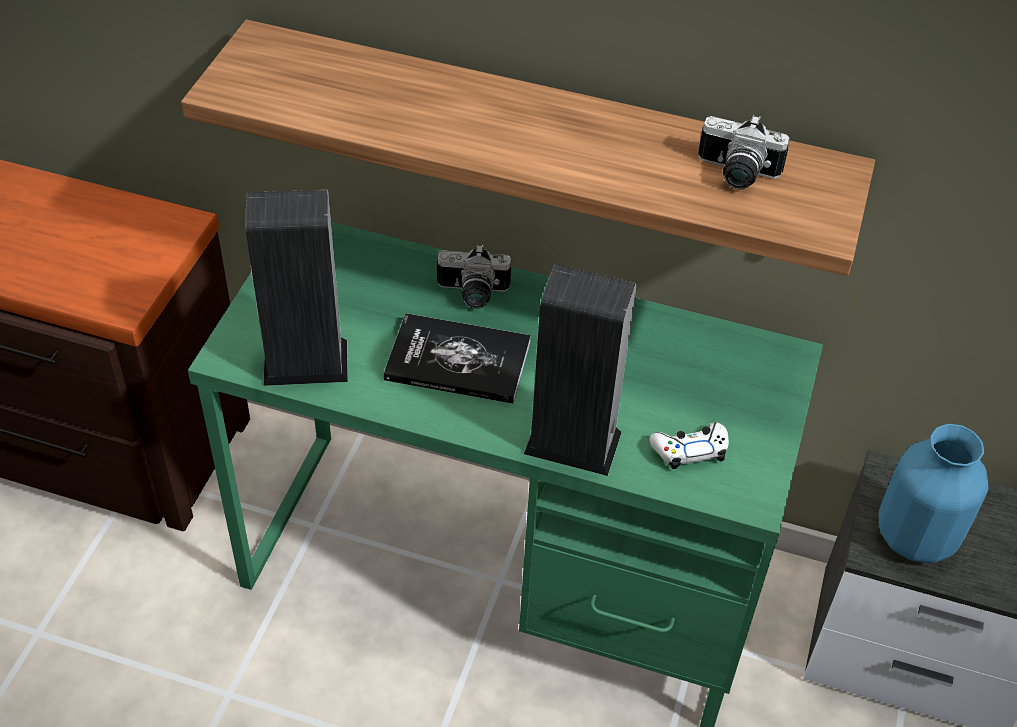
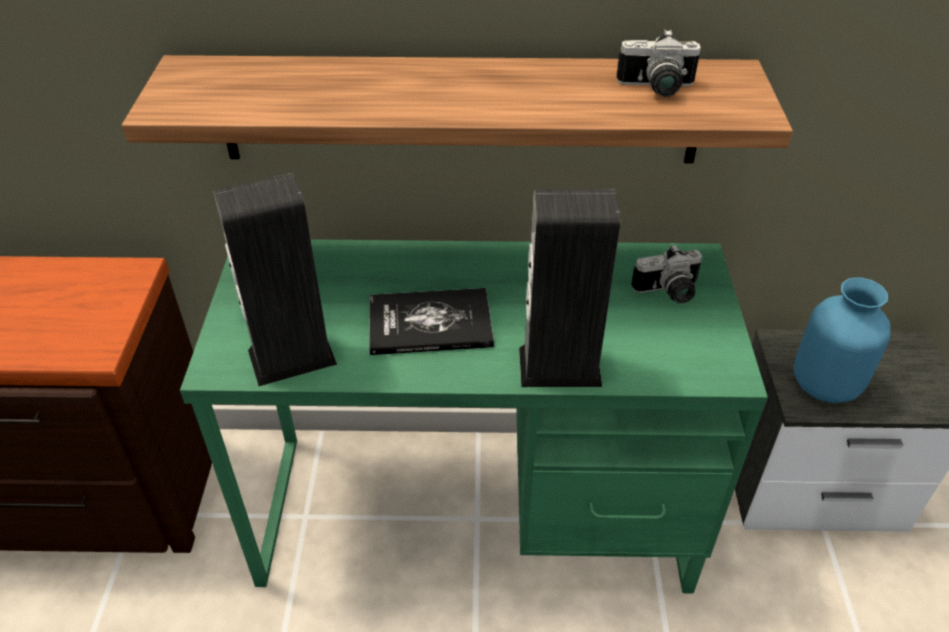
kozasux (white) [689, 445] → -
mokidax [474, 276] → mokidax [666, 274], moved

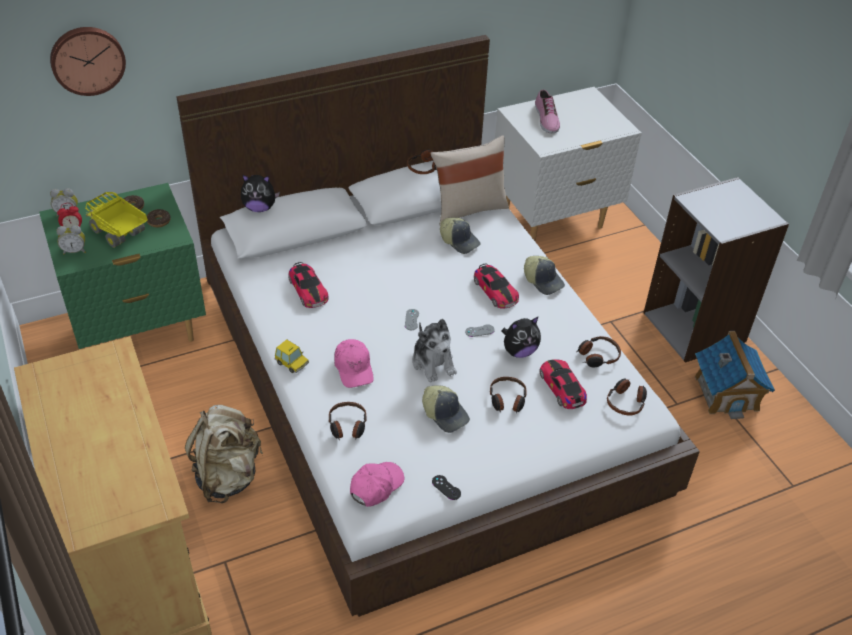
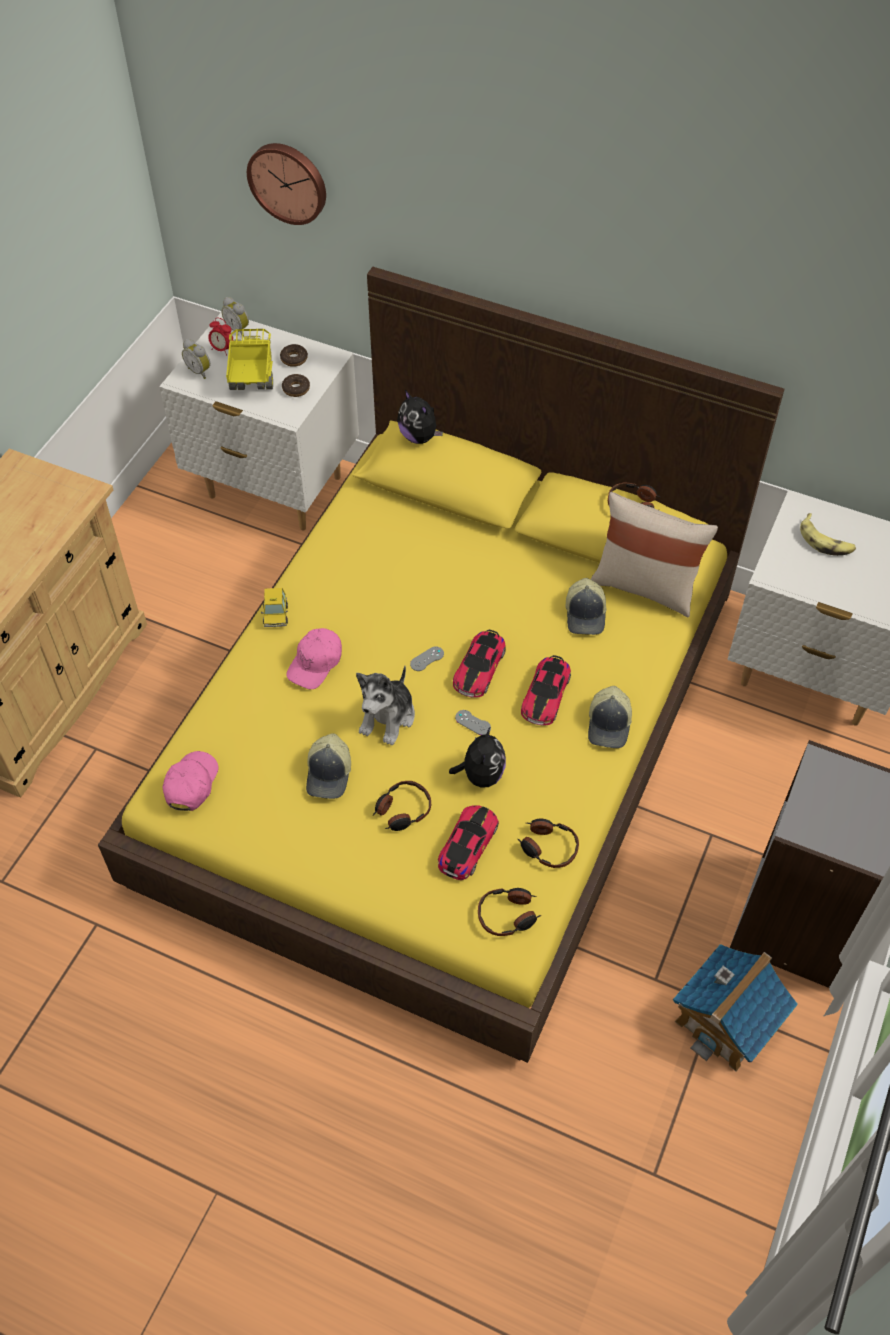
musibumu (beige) [224, 454] → -
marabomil [347, 421] → -
kozasux (black) [446, 487] → -
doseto [308, 285] → doseto [479, 664], moved
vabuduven [547, 111] → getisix [828, 534]
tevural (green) [122, 266] → tevural (white) [259, 421]
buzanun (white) [438, 326] → buzanun (yellow) [441, 665]
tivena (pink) [377, 484] → tivena (pink) [190, 781], 75 degrees counterclockwise
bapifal [521, 337] → bapifal [477, 757], 105 degrees counterclockwise

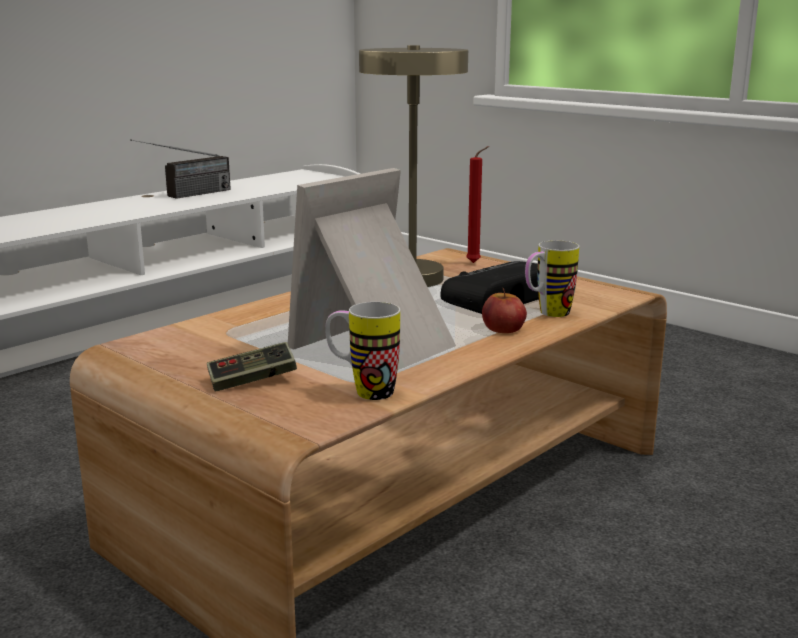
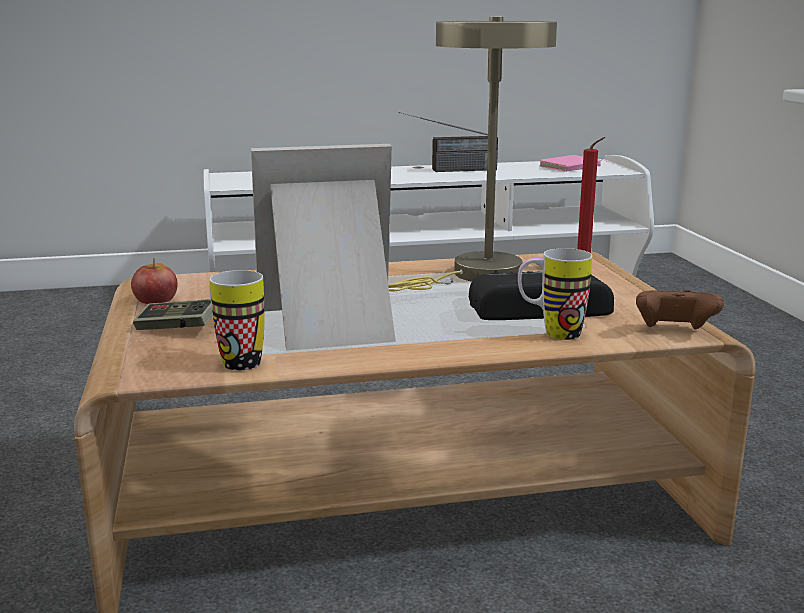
- → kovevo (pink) [574, 163]
- → kozasux (brown) [680, 310]
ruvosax [504, 310] → ruvosax [154, 281], moved

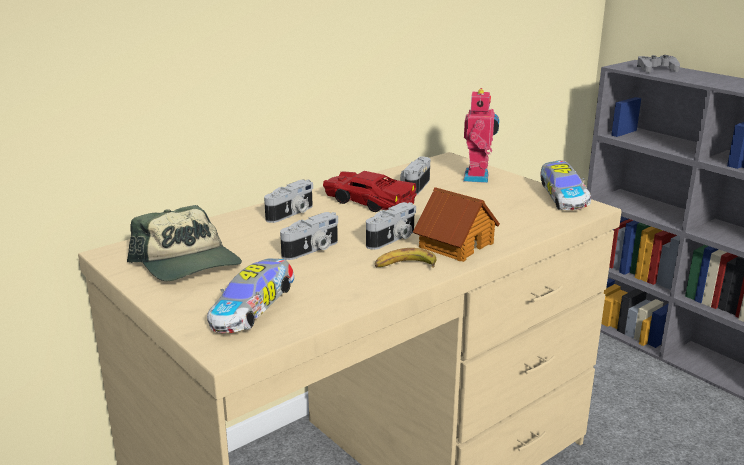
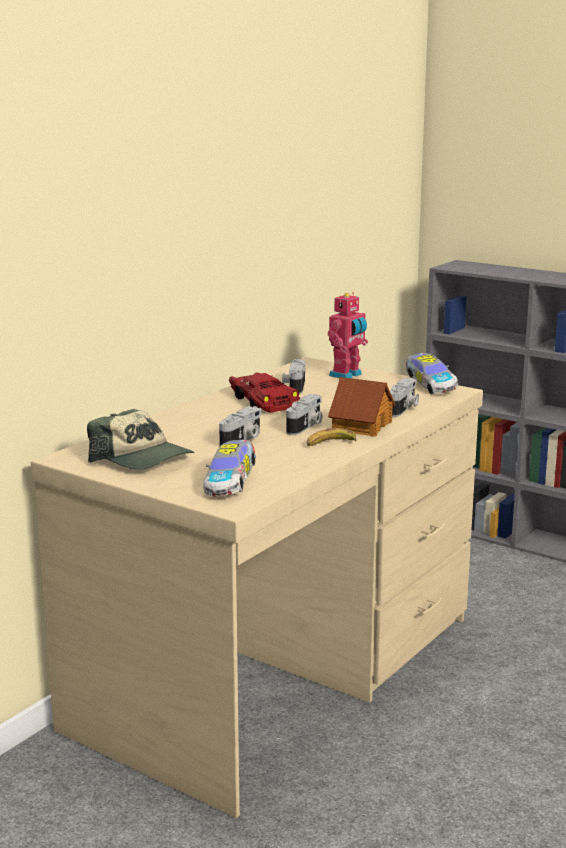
kozasux (grey) [658, 64] → -
mokidax [288, 201] → mokidax [404, 397], moved
doseto (red) [370, 191] → doseto (red) [264, 392], 45 degrees clockwise
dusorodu [481, 135] → dusorodu [348, 335], 45 degrees clockwise

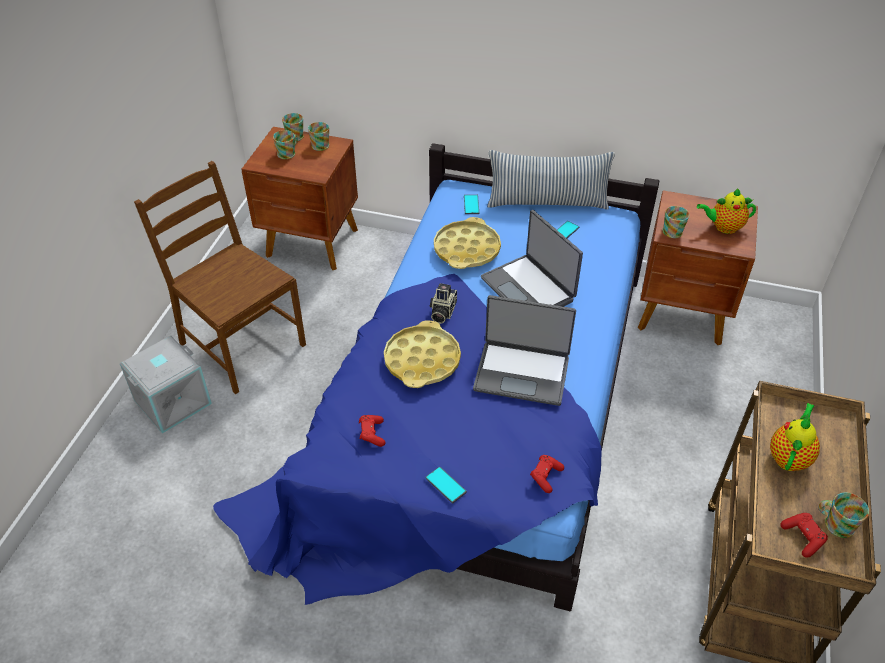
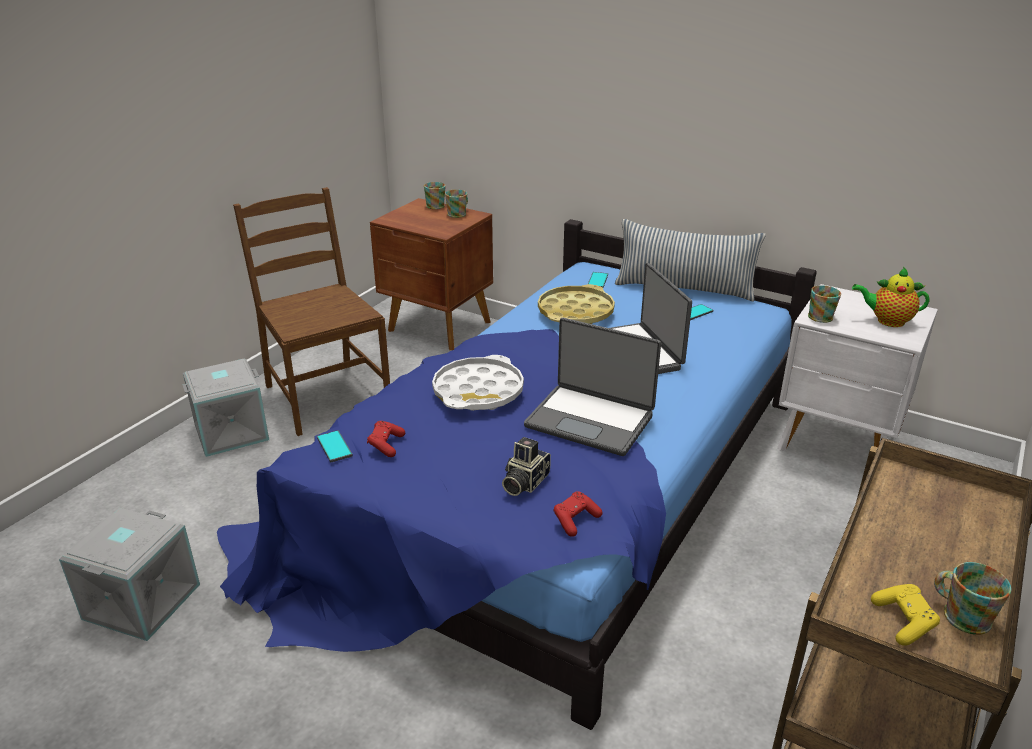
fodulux [285, 144] → -
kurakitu [795, 437] → -
- → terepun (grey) [129, 574]
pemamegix [446, 485] → pemamegix [335, 446], moved
mokidax [443, 303] → mokidax [526, 466], moved
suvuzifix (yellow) [422, 354] → suvuzifix (white) [478, 383]
tevural (brown) [698, 268] → tevural (white) [857, 367]
kozasux (red) [804, 535] → kozasux (yellow) [905, 615]

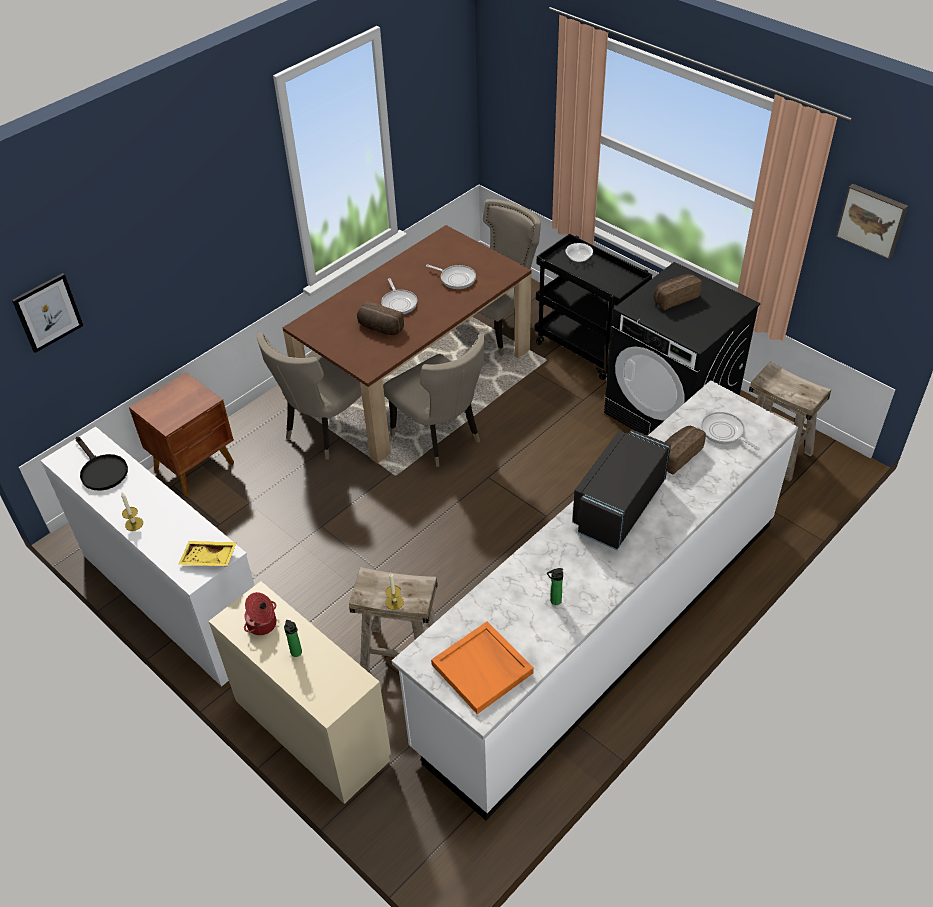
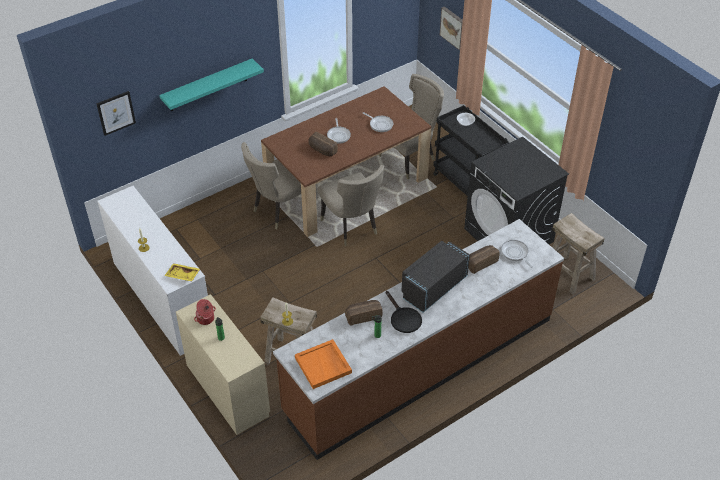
tevural (brown) [181, 434] → -
- → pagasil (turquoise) [211, 84]
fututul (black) [101, 464] → fututul (black) [404, 312], moved
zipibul [677, 292] → zipibul [364, 313], moved
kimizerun [872, 221] → kimizerun [451, 28], moved
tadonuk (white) [595, 600] → tadonuk (brown) [418, 339]

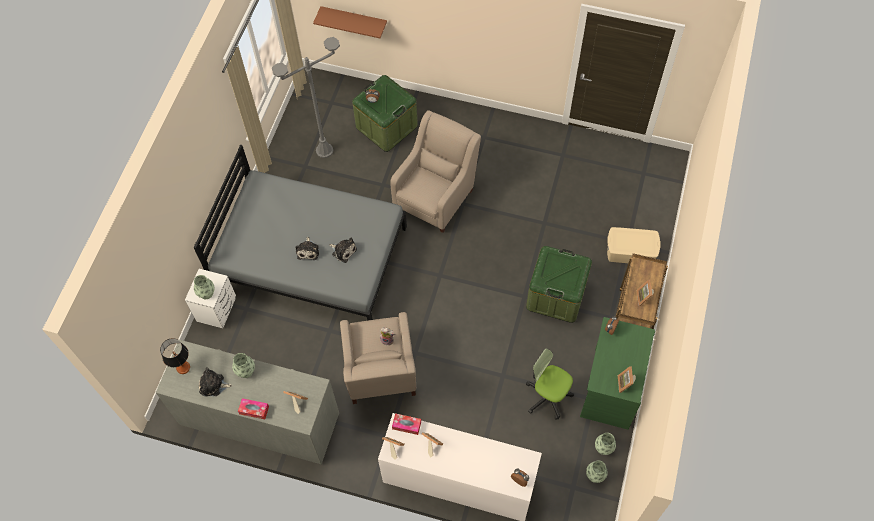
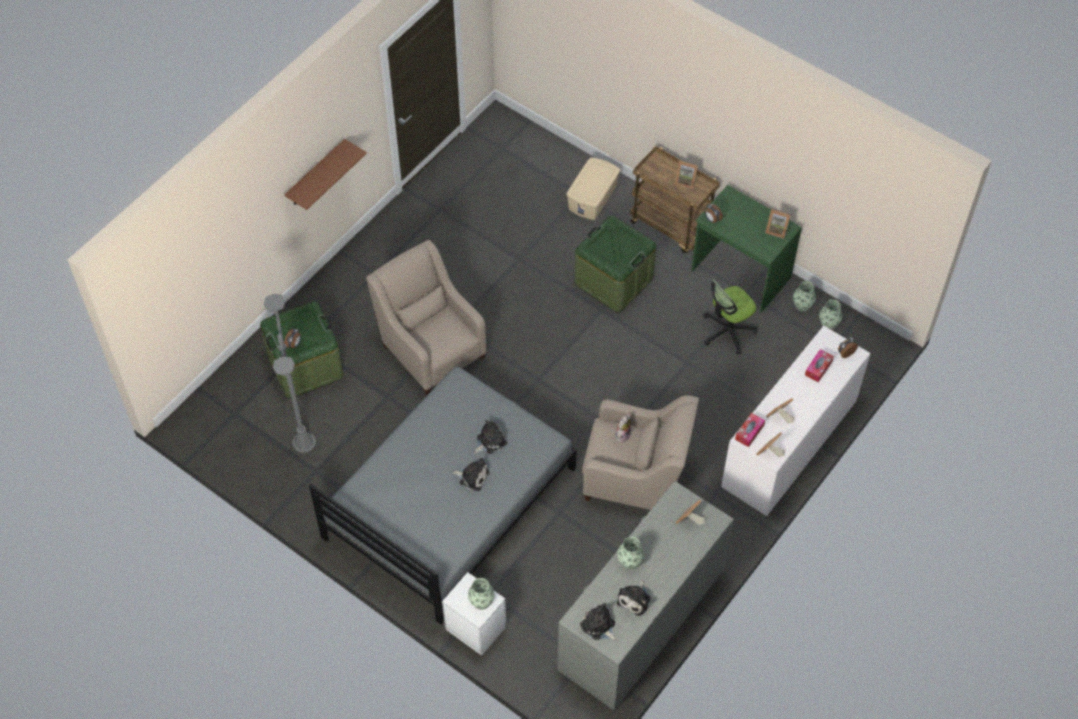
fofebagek [253, 408] → fofebagek [819, 365], moved
pagasil (brown) [350, 22] → pagasil (brown) [325, 174], moved
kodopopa [175, 356] → bapifal [599, 621]

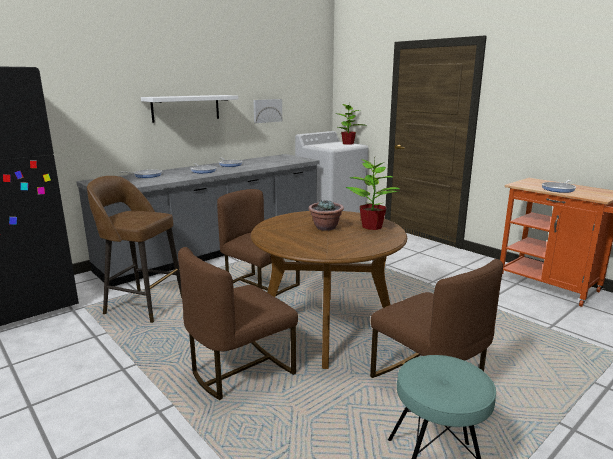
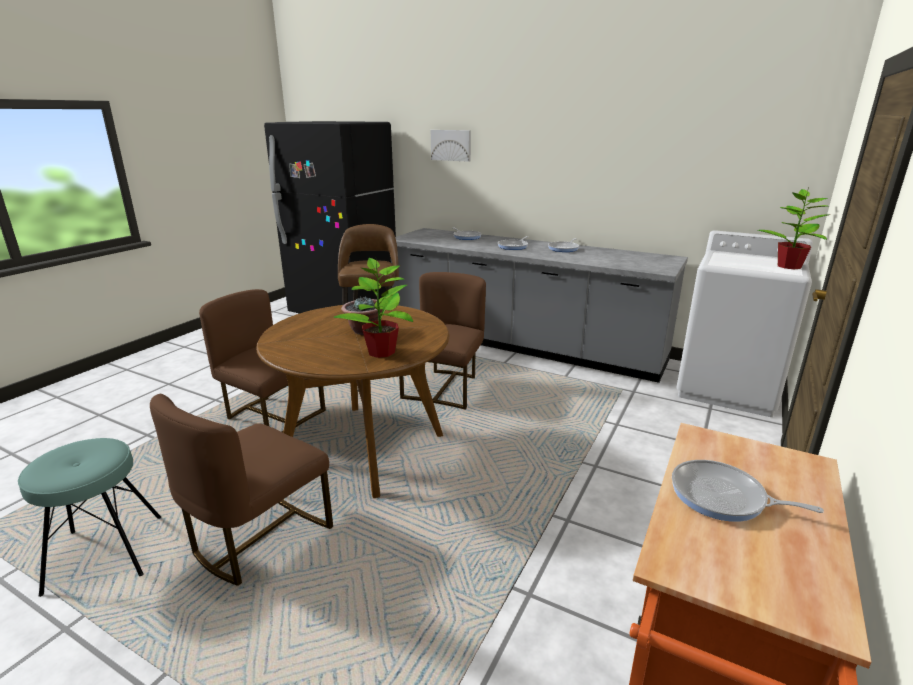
pagasil (white) [189, 109] → -
kimizerun [267, 111] → kimizerun [451, 146], moved

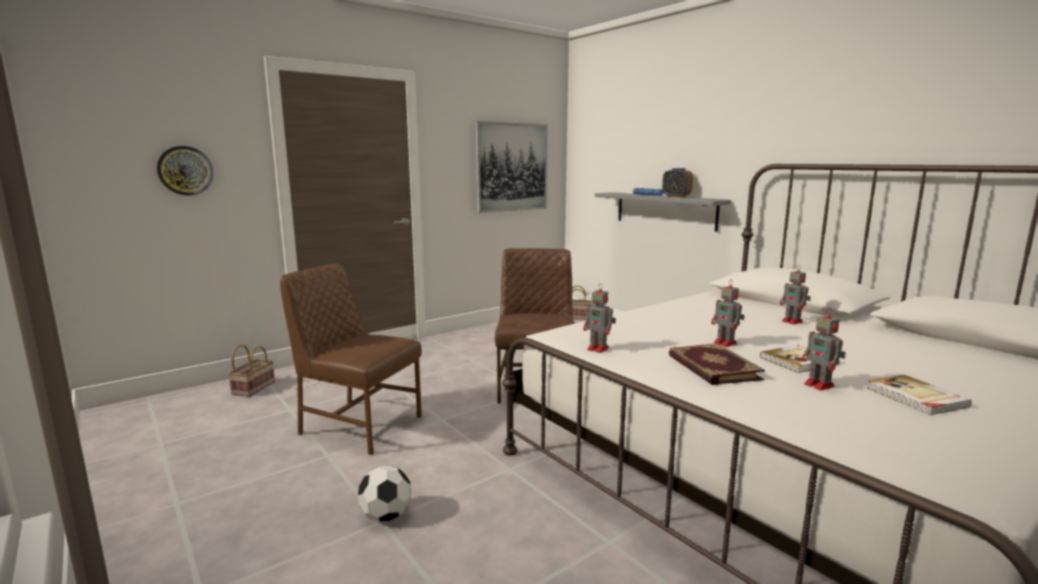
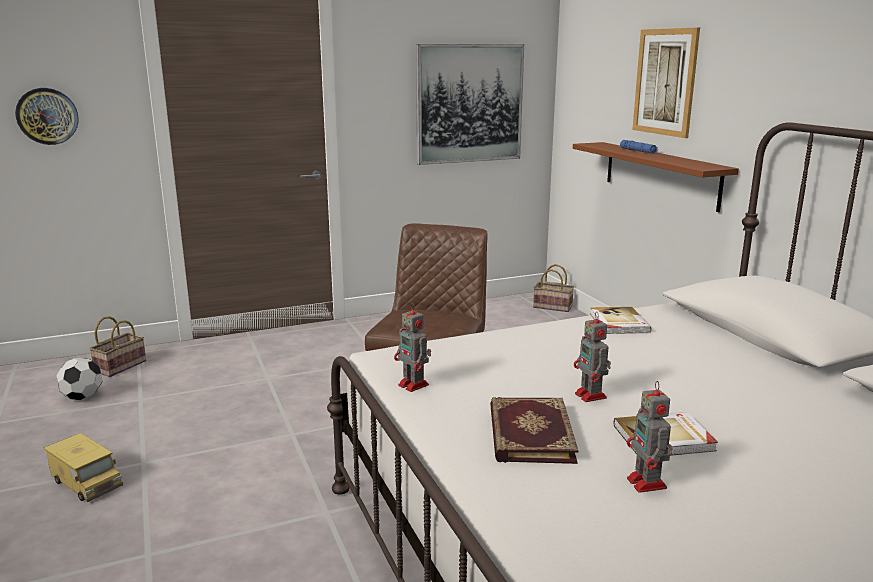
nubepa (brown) [351, 359] → -
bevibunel [677, 183] → -
dusorodu [795, 295] → -
- → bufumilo [83, 467]
- → kimizerun [666, 82]
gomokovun [384, 494] → gomokovun [79, 379], moved
kovevo [919, 394] → kovevo [620, 320], moved
pagasil (grey) [663, 212] → pagasil (brown) [656, 177]

